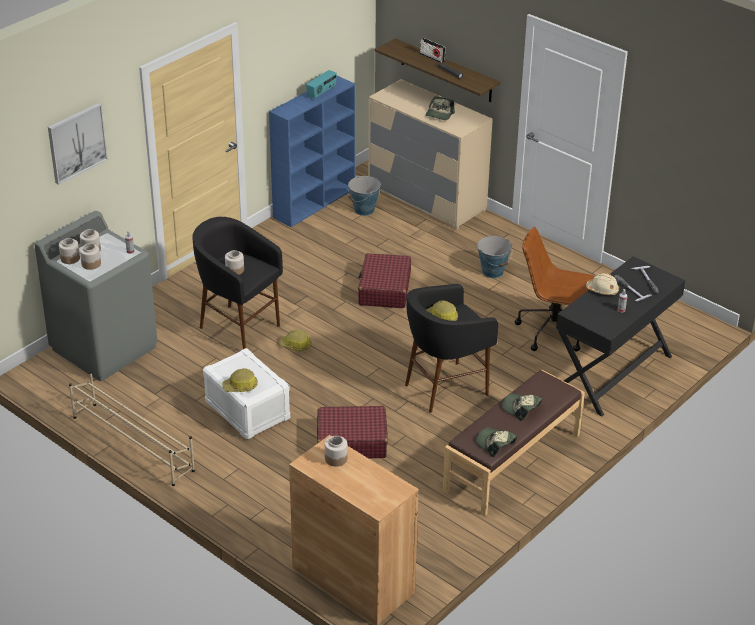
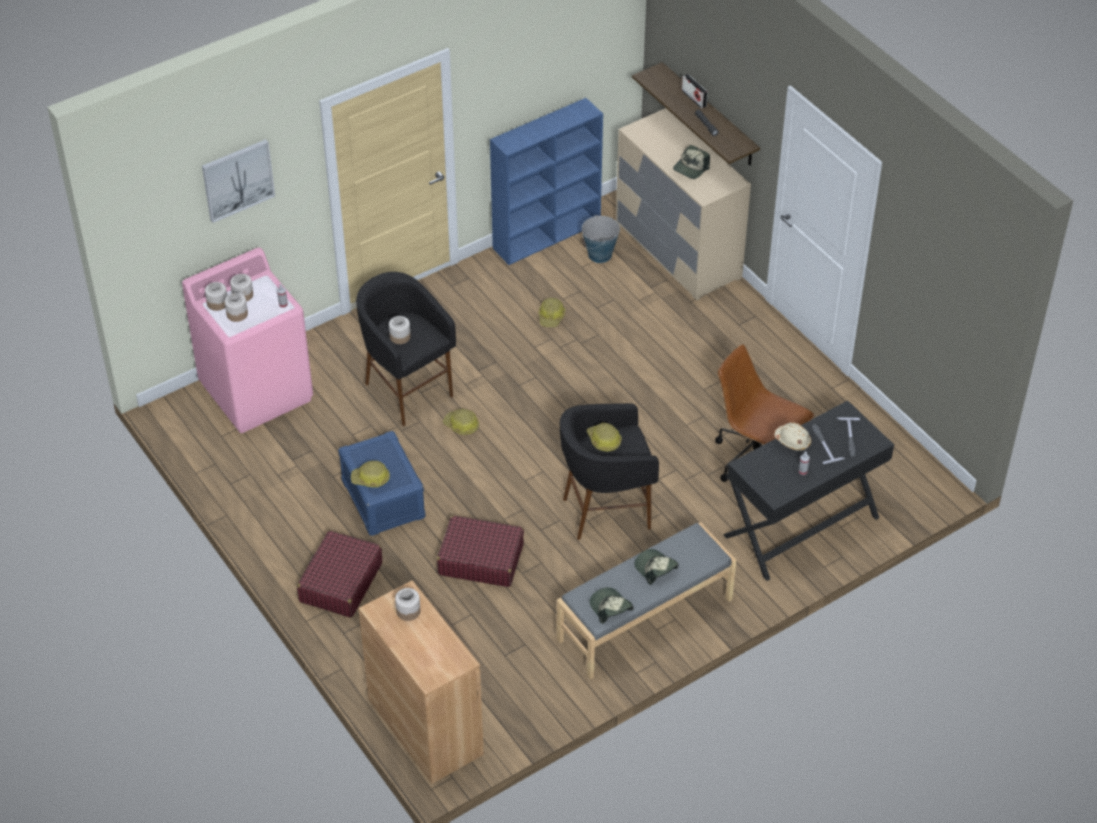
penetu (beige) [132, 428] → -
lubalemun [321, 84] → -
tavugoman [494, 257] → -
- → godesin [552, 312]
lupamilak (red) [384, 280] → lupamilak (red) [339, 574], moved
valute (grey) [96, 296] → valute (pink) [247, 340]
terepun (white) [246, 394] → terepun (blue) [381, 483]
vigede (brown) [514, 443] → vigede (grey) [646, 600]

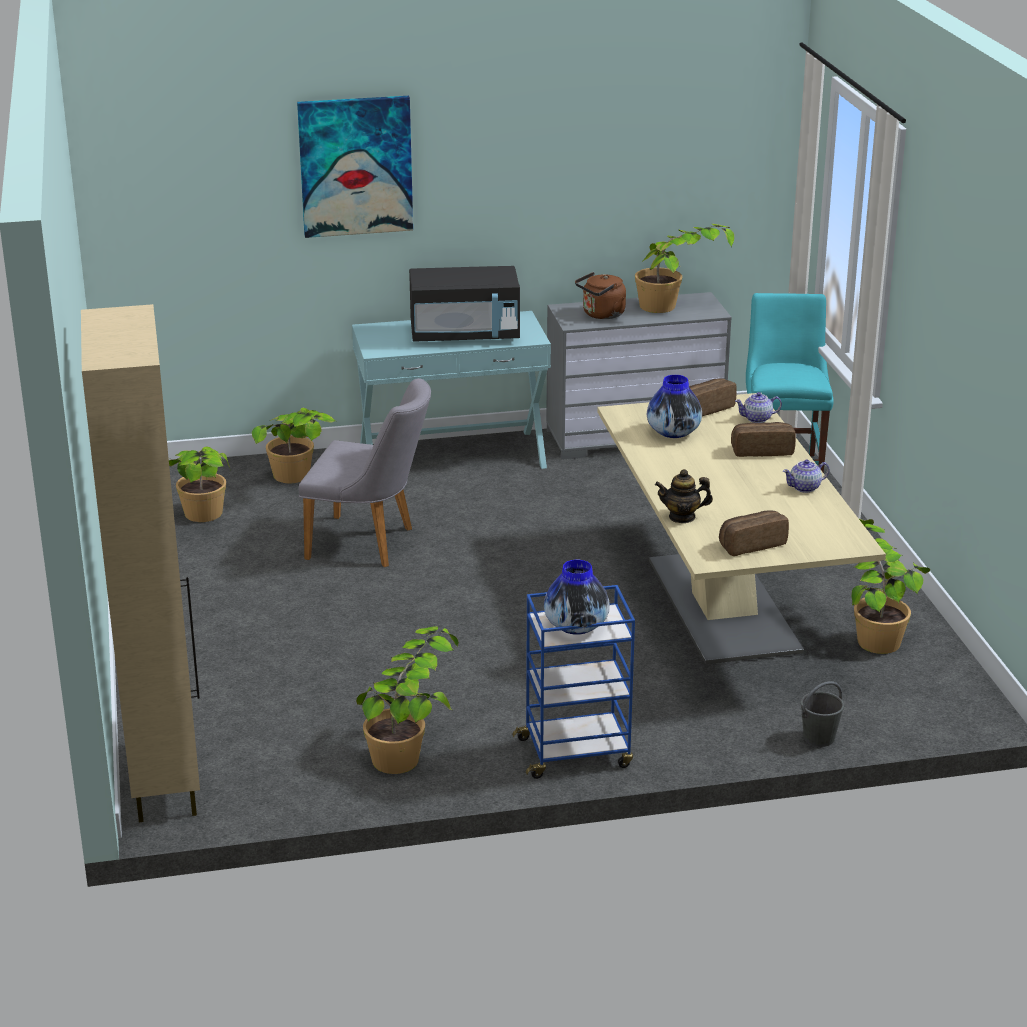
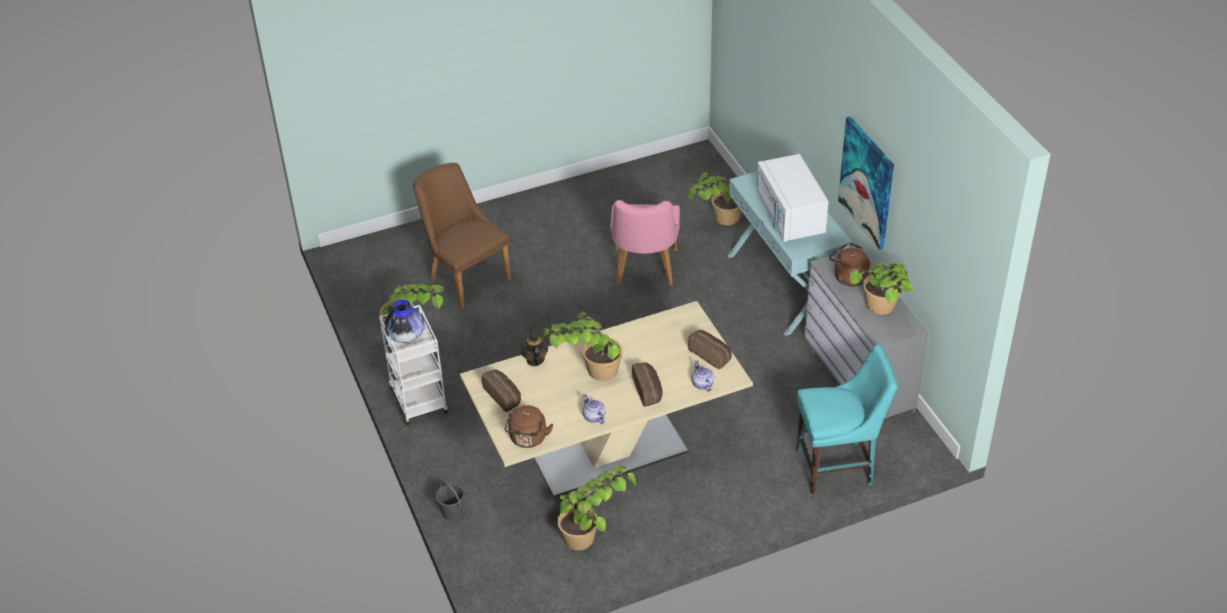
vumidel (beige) [140, 563] → -
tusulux [674, 406] → -
- → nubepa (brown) [462, 236]
- → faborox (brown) [529, 426]
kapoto [200, 484] → kapoto [581, 346], moved
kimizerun [355, 167] → kimizerun [866, 183], moved
nubepa (grey) [365, 472] → nubepa (pink) [645, 243]
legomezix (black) [464, 304] → legomezix (white) [792, 198]
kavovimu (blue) [573, 682] → kavovimu (white) [413, 365]

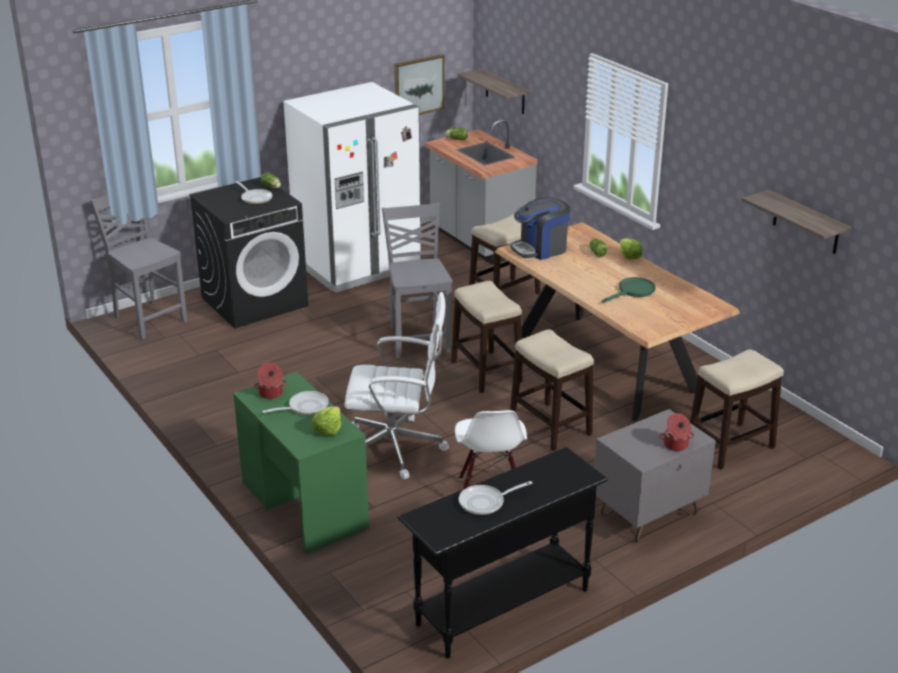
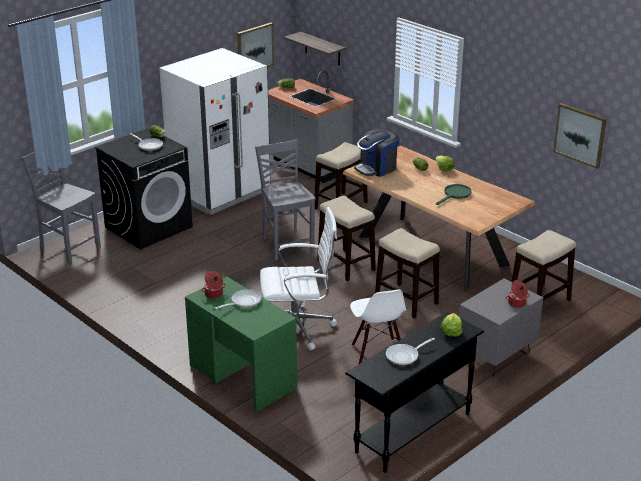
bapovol [326, 421] → bapovol [451, 325], moved
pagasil [796, 221] → kimizerun [580, 136]

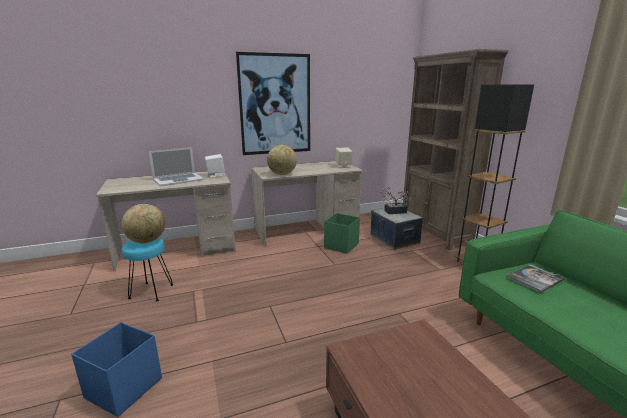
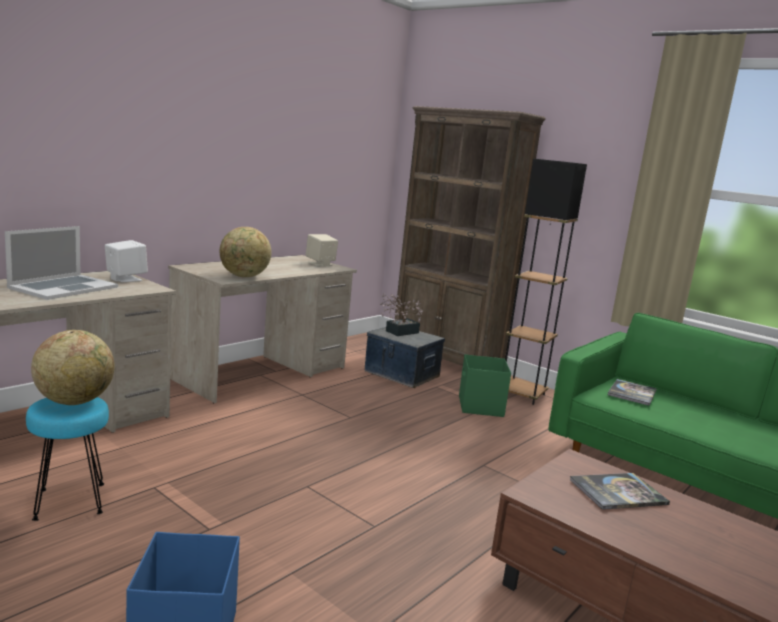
kimizerun [273, 103] → -
- → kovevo [620, 491]
terepun (green) [342, 233] → terepun (green) [485, 385], moved

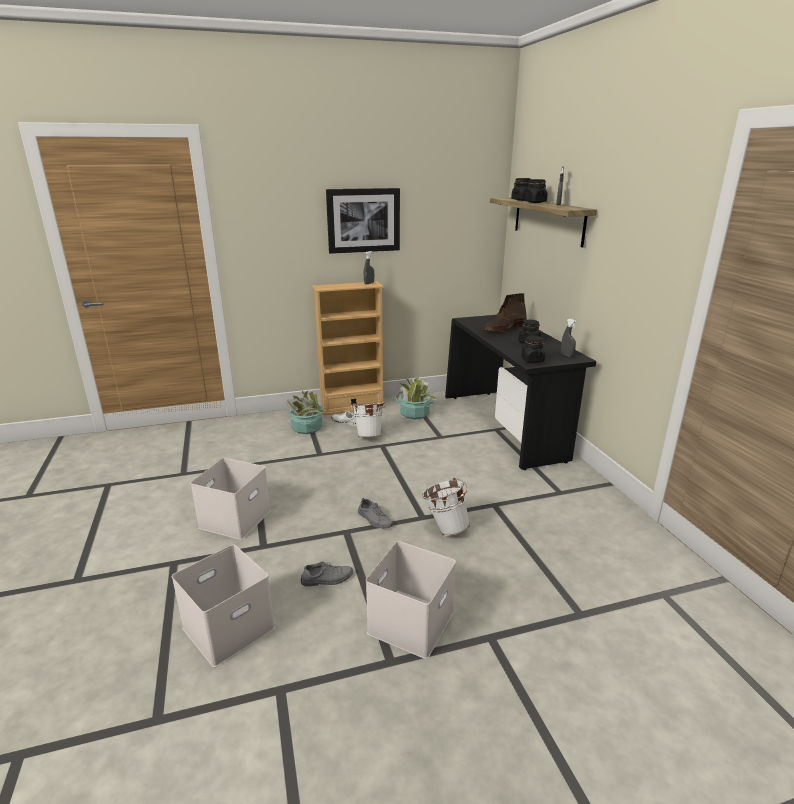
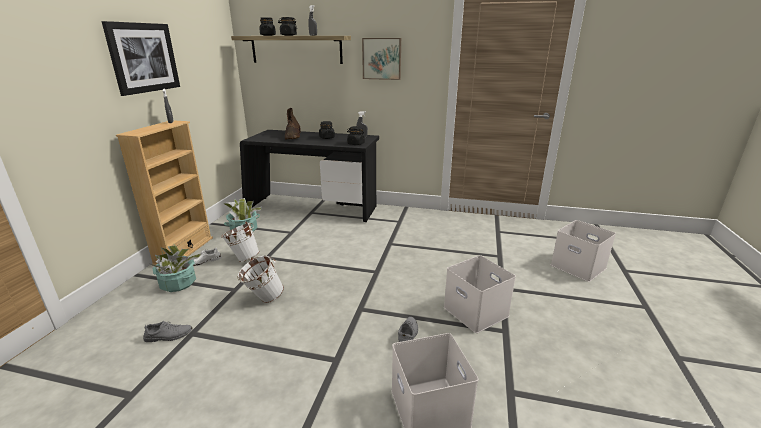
- → kimizerun [381, 59]
terepun (white) [230, 499] → terepun (white) [583, 251], moved
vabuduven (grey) [375, 513] → vabuduven (grey) [168, 331], moved
tavugoman (white) [446, 506] → tavugoman (white) [261, 279], moved

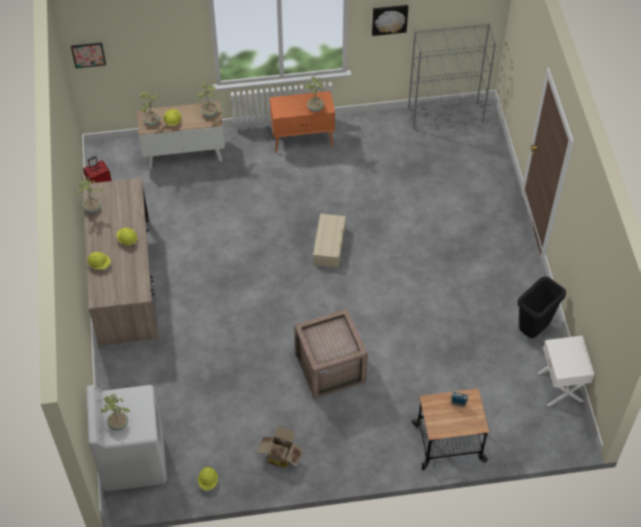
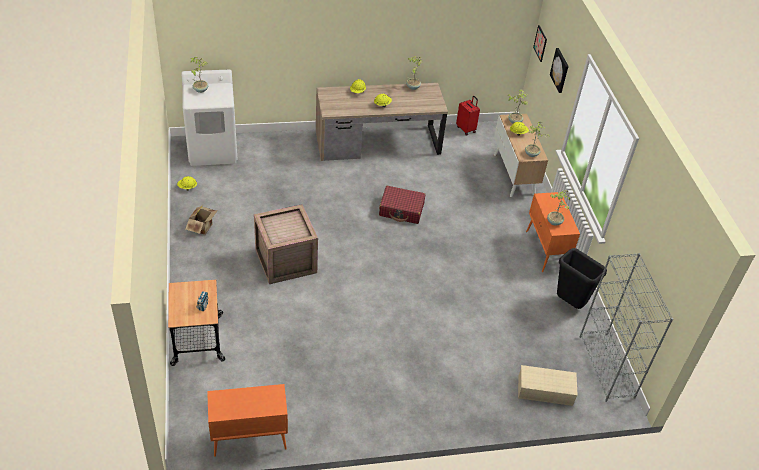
- → lupamilak (red) [402, 205]
terepun (beige) [329, 240] → terepun (beige) [548, 385], moved
kimizerun [390, 20] → kimizerun [559, 70], moved
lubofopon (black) [541, 307] → lubofopon (black) [582, 278], moved
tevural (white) [566, 371] → vumidel (orange) [247, 420]

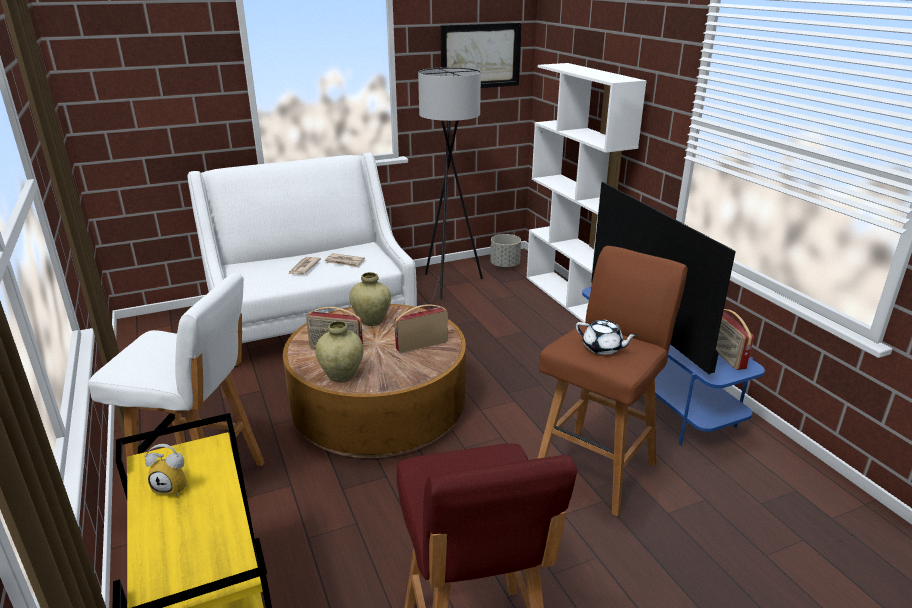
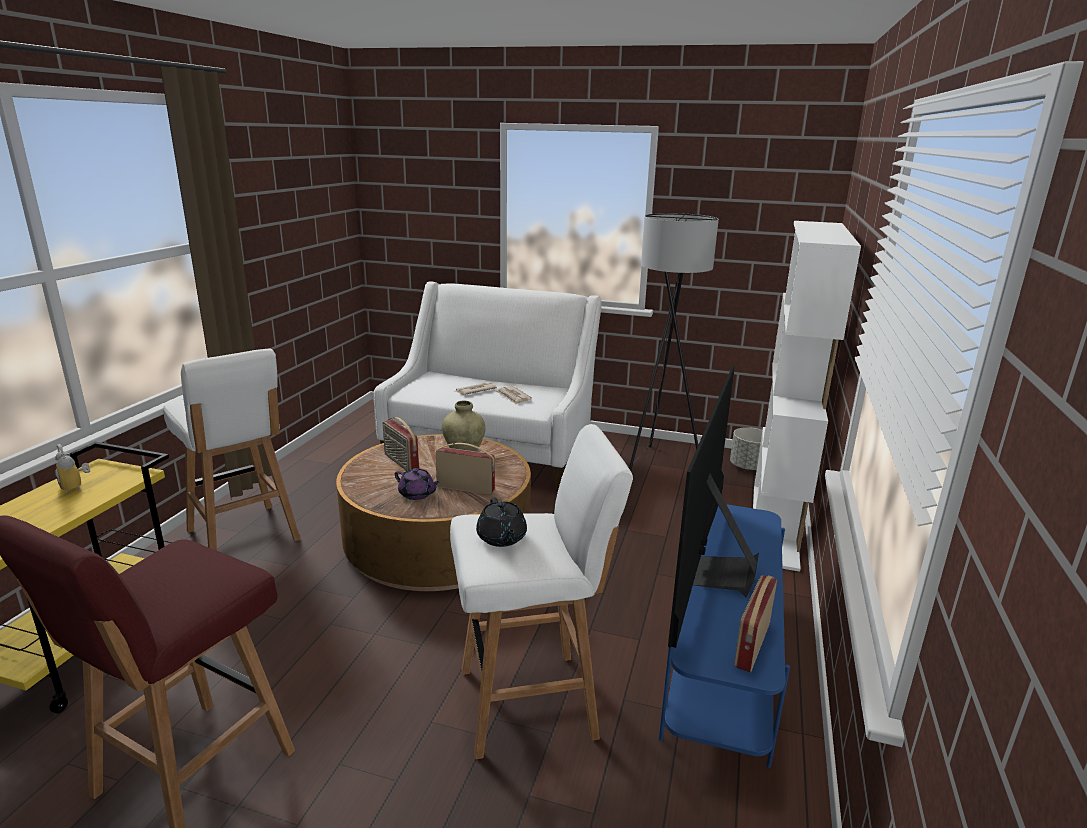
tusulux (beige) [339, 351] → -
kimizerun [481, 55] → -
- → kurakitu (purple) [417, 484]
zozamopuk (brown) [613, 381] → zozamopuk (white) [541, 591]
kurakitu (white) [607, 337] → kurakitu (black) [501, 522]

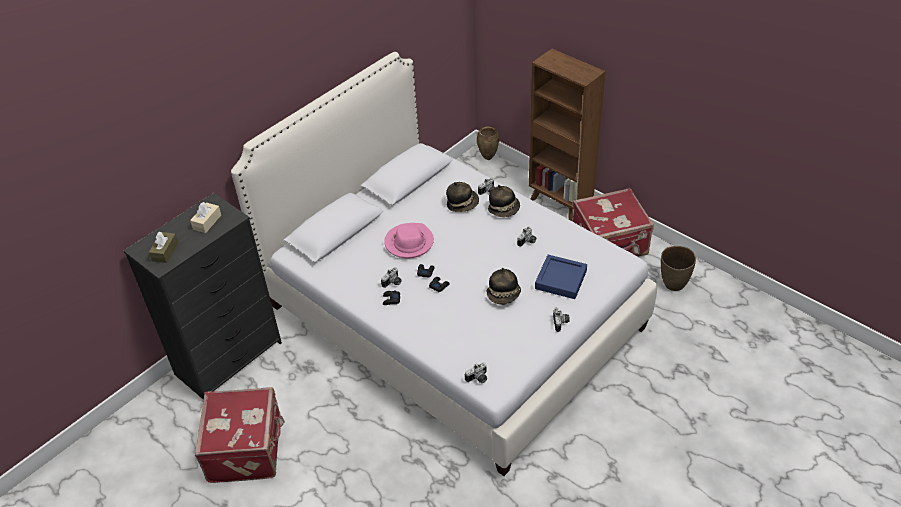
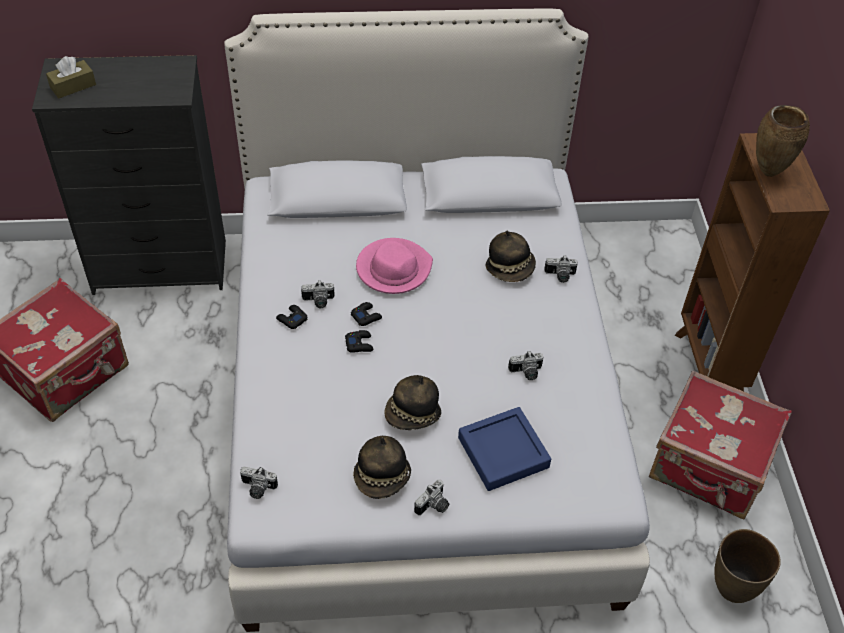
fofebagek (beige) [205, 217] → -
tusulux (brown) [488, 143] → tusulux (brown) [783, 141], moved
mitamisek [504, 201] → mitamisek [382, 467], moved

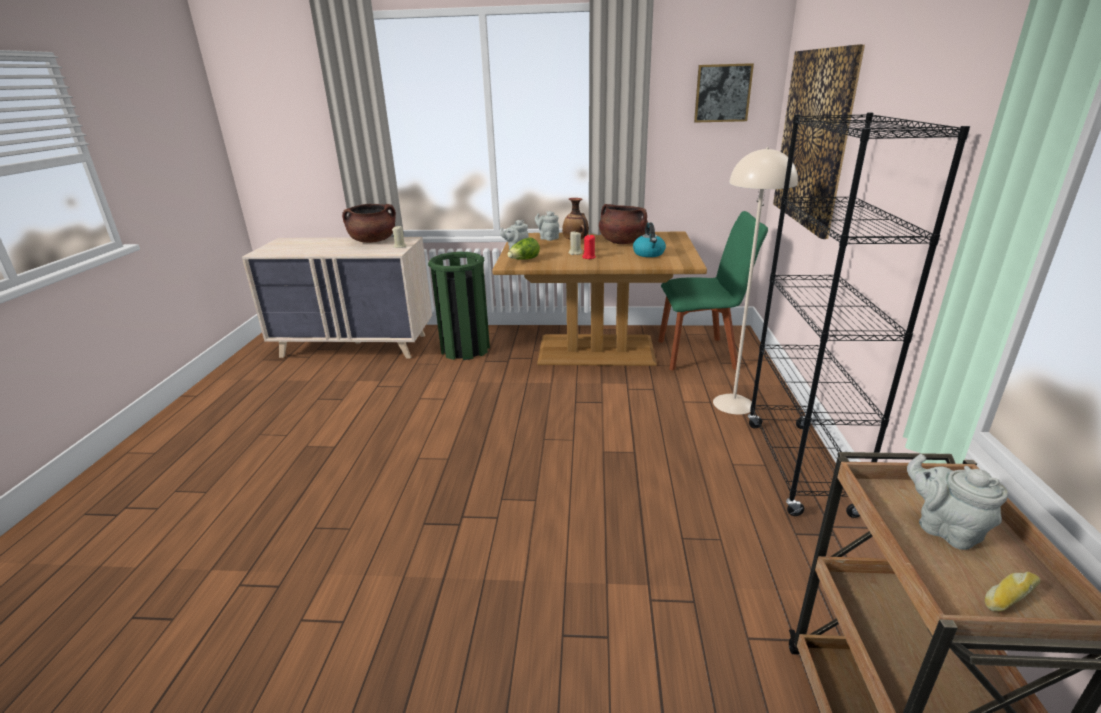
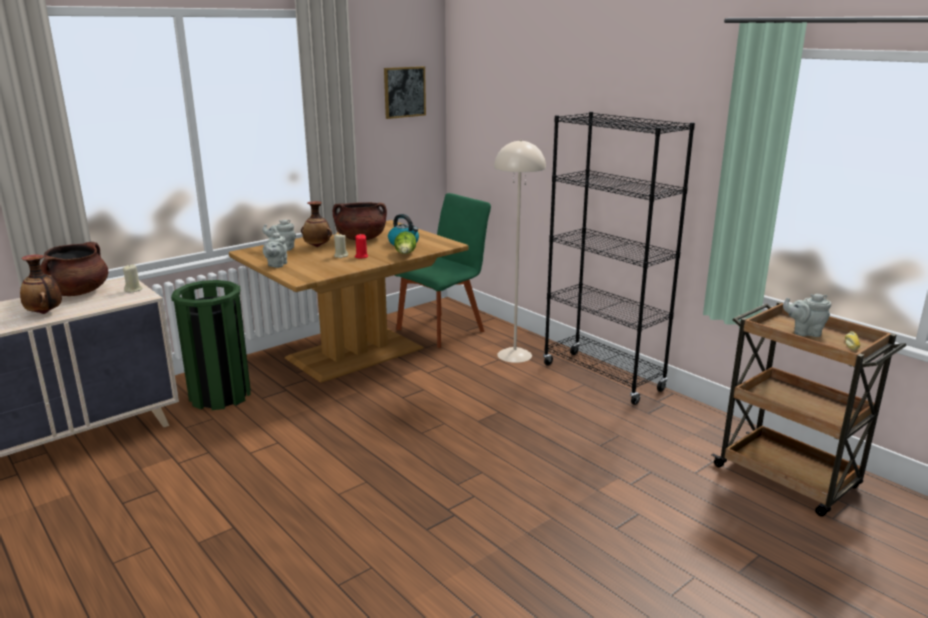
kimizerun [819, 141] → -
- → tusulux [41, 284]
bapovol [523, 248] → bapovol [405, 243], moved

